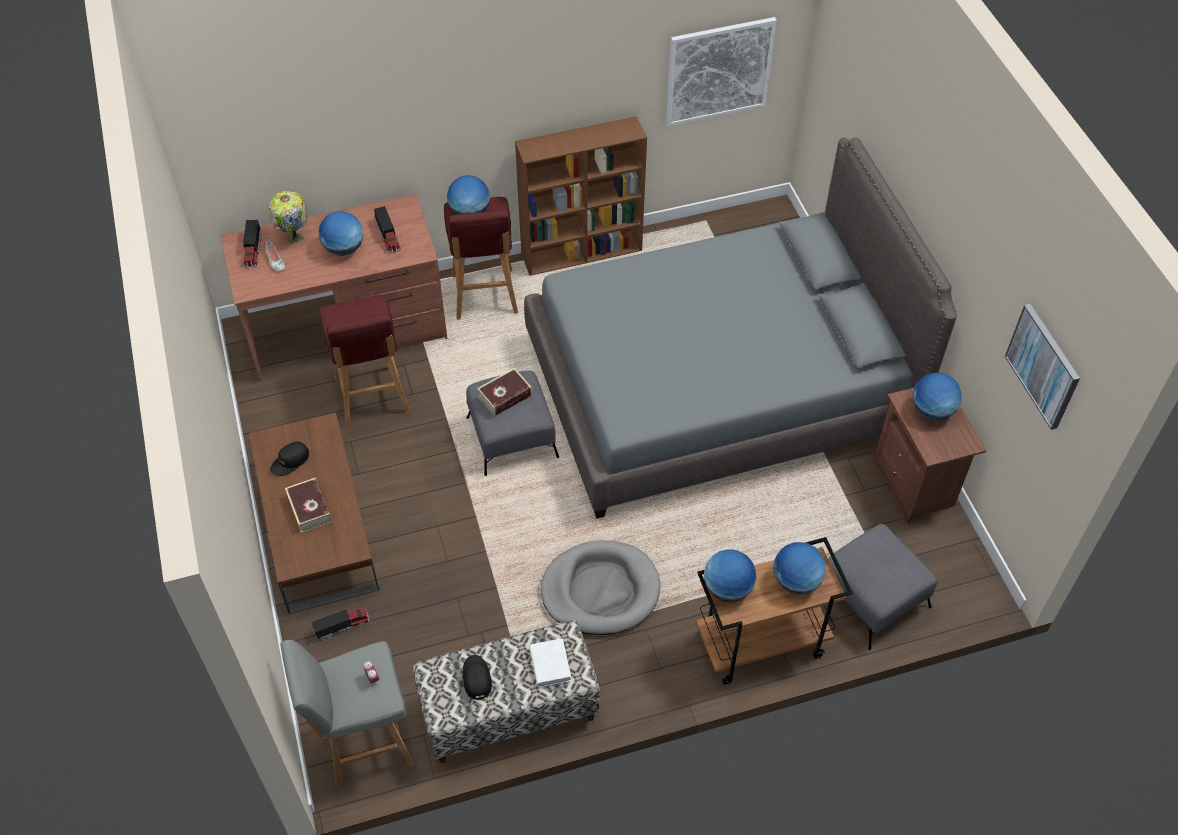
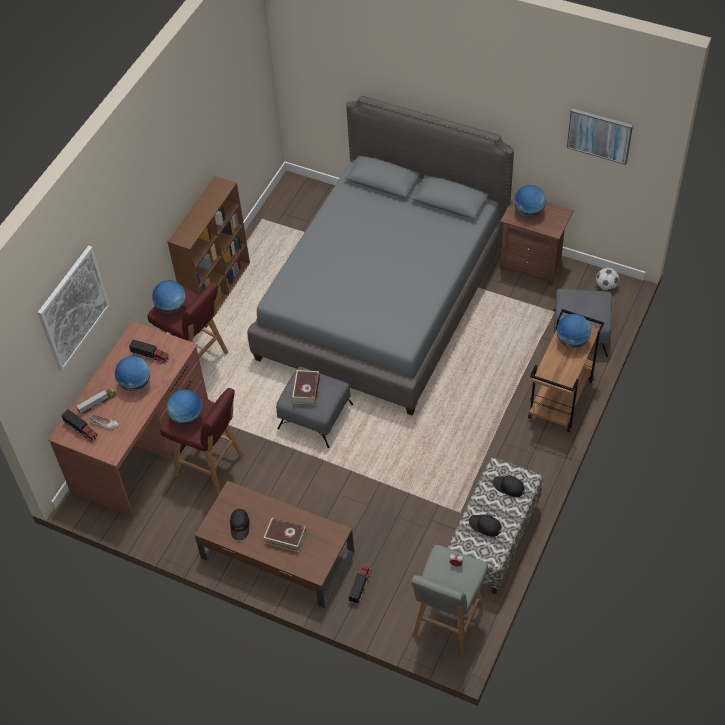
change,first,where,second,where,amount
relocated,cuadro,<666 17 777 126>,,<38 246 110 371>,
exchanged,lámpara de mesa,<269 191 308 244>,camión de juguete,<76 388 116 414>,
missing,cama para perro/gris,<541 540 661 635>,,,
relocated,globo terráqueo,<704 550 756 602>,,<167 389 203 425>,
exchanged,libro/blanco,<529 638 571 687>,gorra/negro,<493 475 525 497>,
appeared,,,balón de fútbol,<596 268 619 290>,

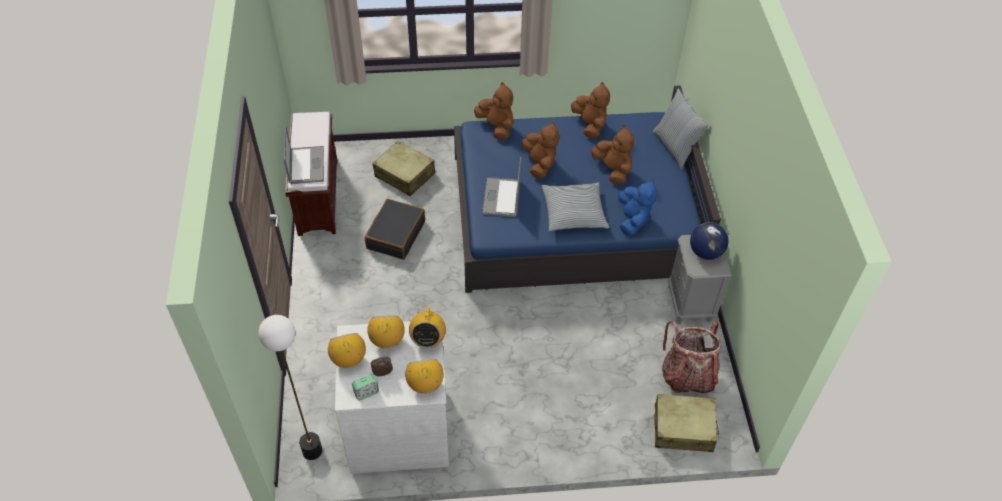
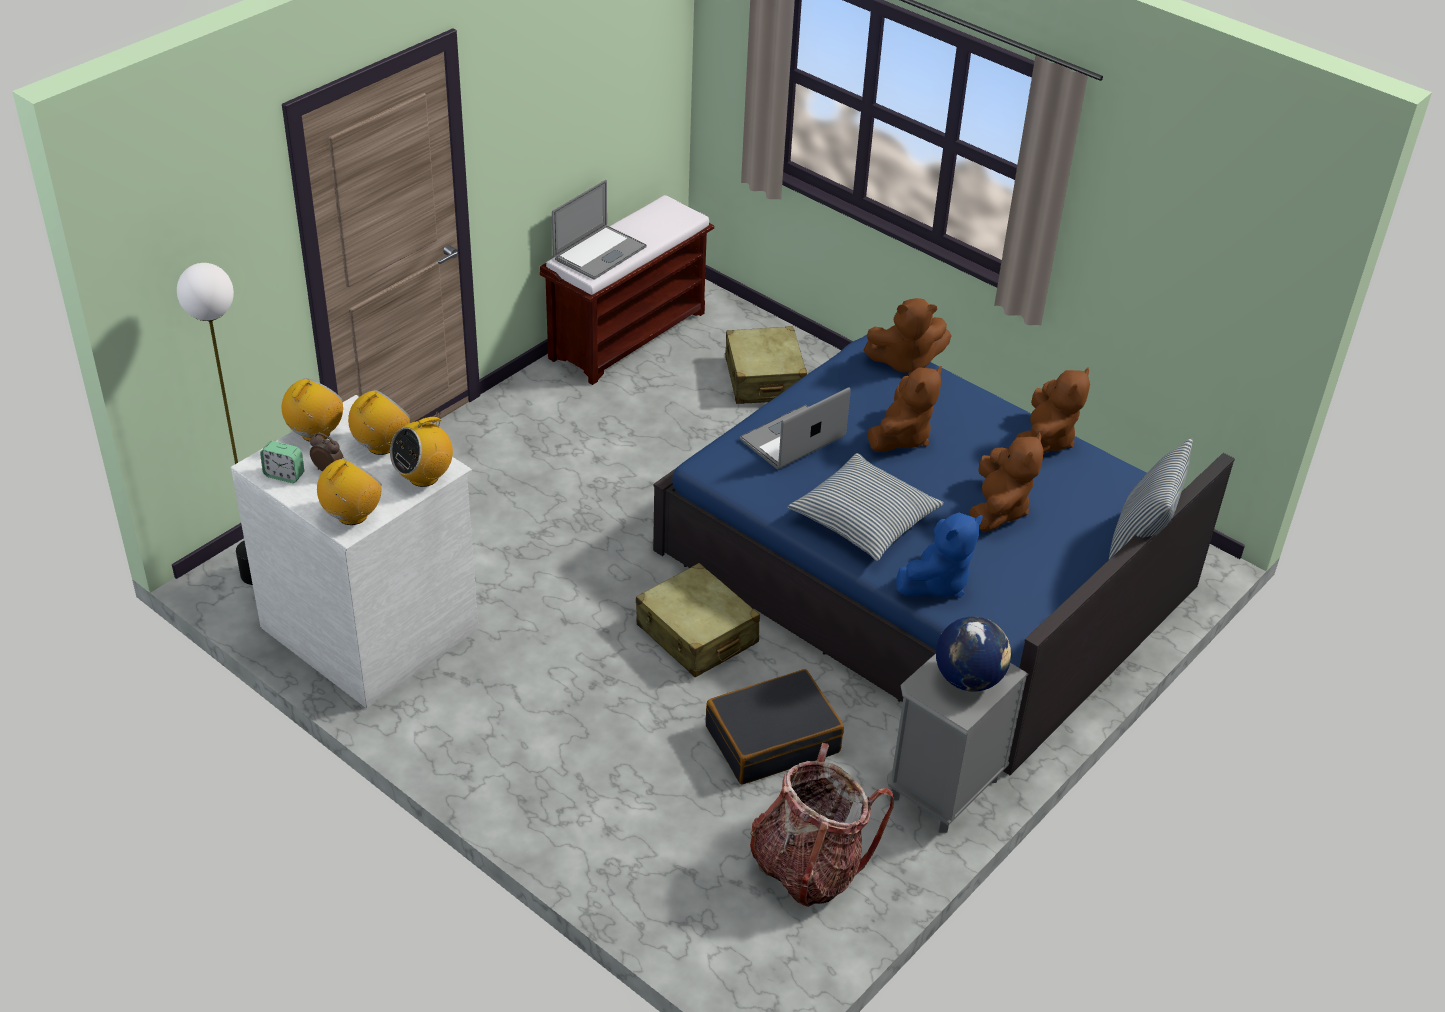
change,first,where,second,where,amount
spun,peluche/marrón,<474 82 514 140>,,<863 298 952 376>,75 degrees clockwise
relocated,maleta/negro,<365 199 425 260>,,<705 669 844 785>,
relocated,maleta/beis,<654 394 719 452>,,<636 563 760 677>,

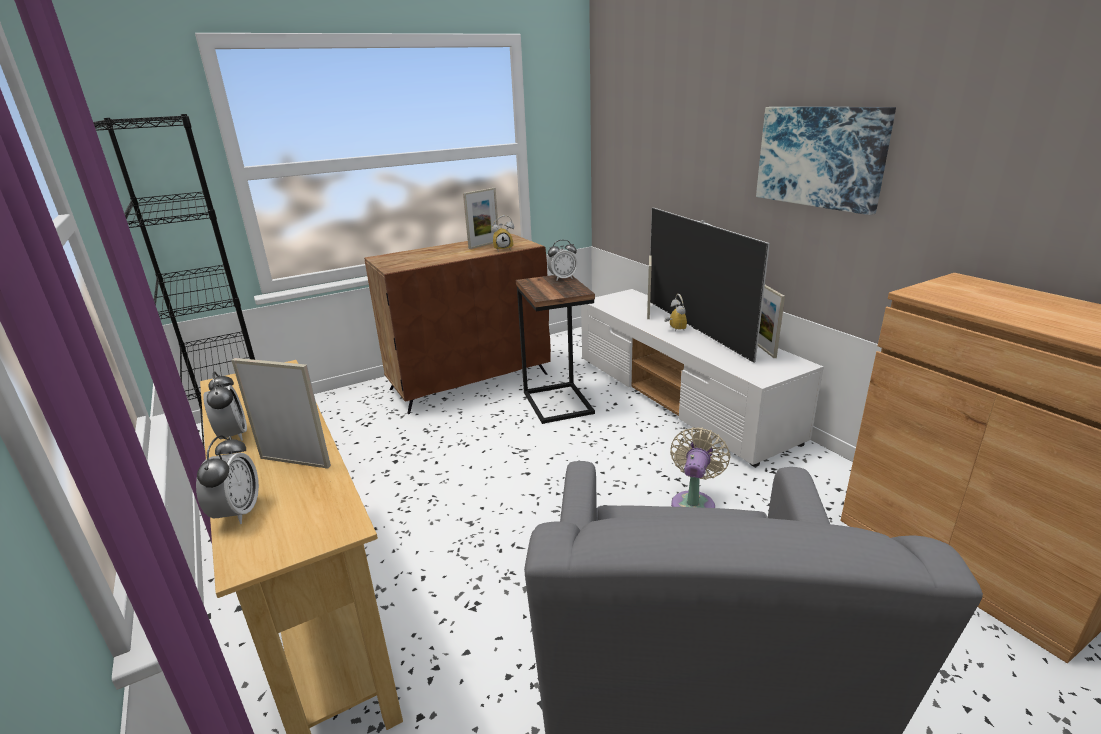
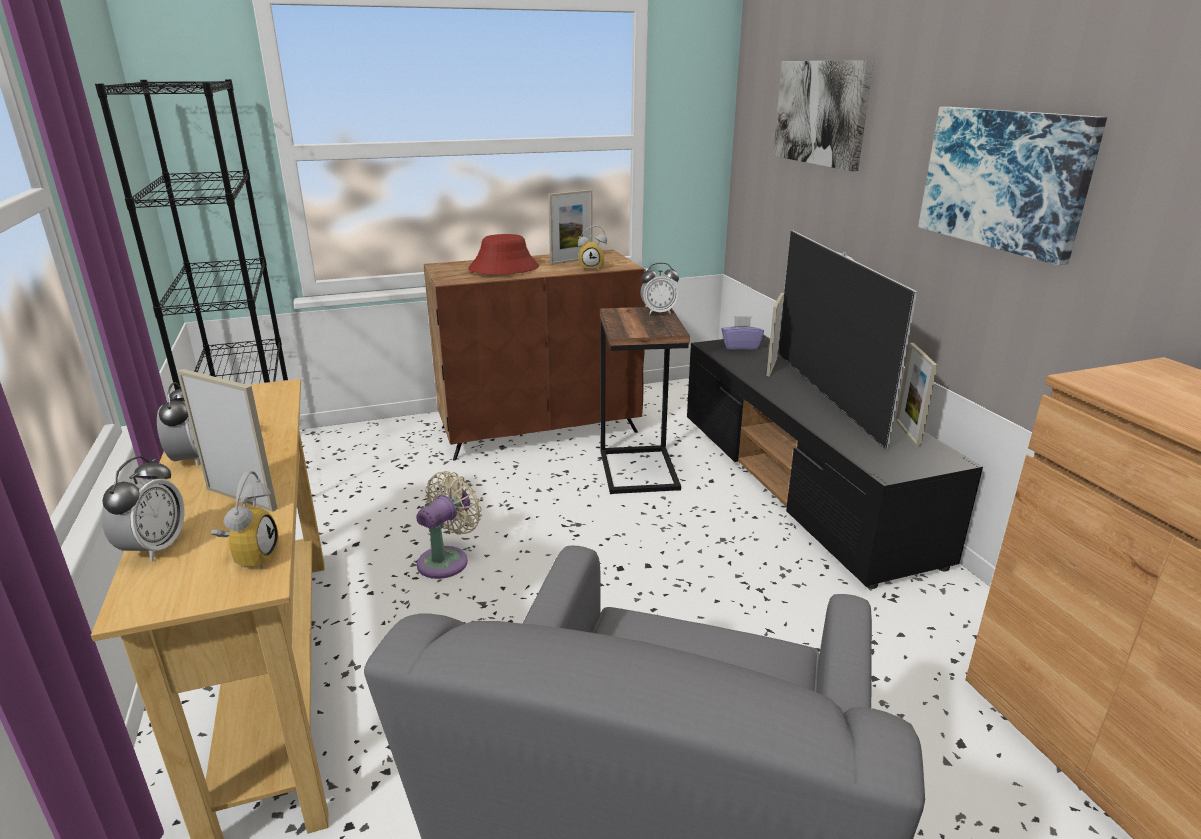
change,first,where,second,where,amount
colour,mueble de televisión/blanco,<581 289 824 467>,mueble de televisión/negro,<687 335 983 589>,
relocated,despertador,<664 294 687 332>,,<211 471 279 569>,
relocated,ventilador/beis,<670 427 730 508>,,<416 471 482 579>,
appeared,,,cuadro,<773 60 874 171>,
appeared,,,sombrero/rojo,<468 234 539 275>,
appeared,,,caja de pañuelos/morado,<721 316 764 350>,

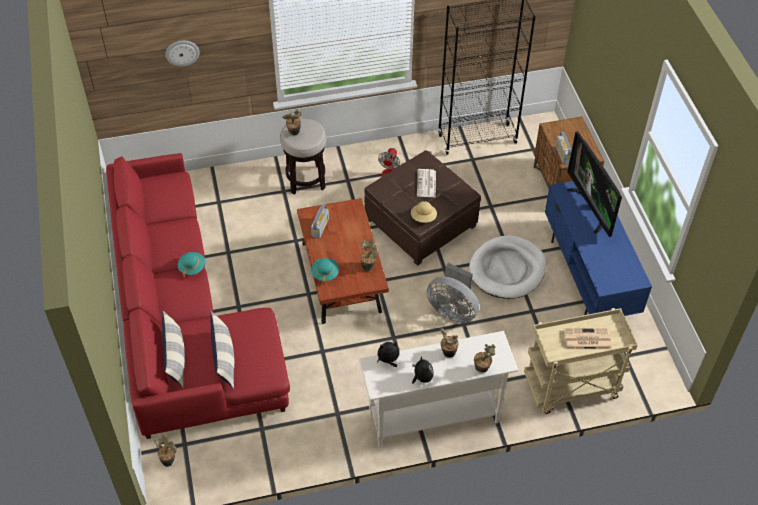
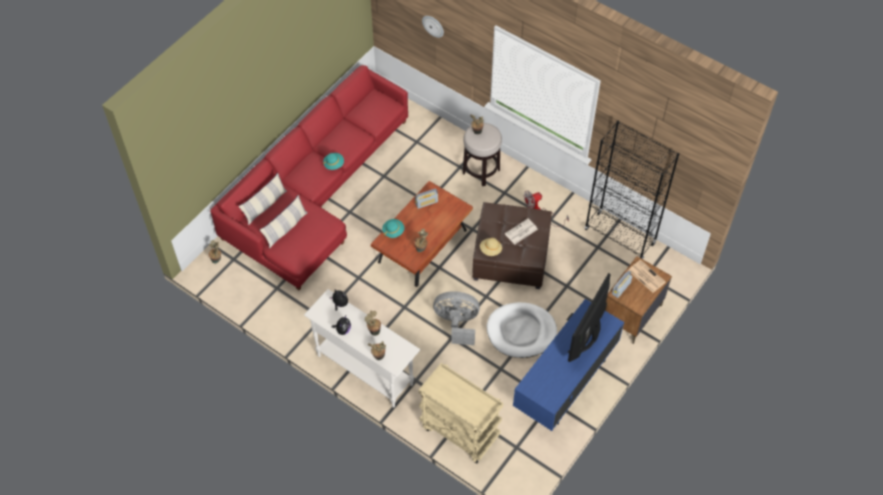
change,first,where,second,where,amount
spun,ventilador/gris,<427 263 479 323>,,<433 291 480 345>,105 degrees clockwise
relocated,periódico,<563 328 612 350>,,<628 260 666 293>,

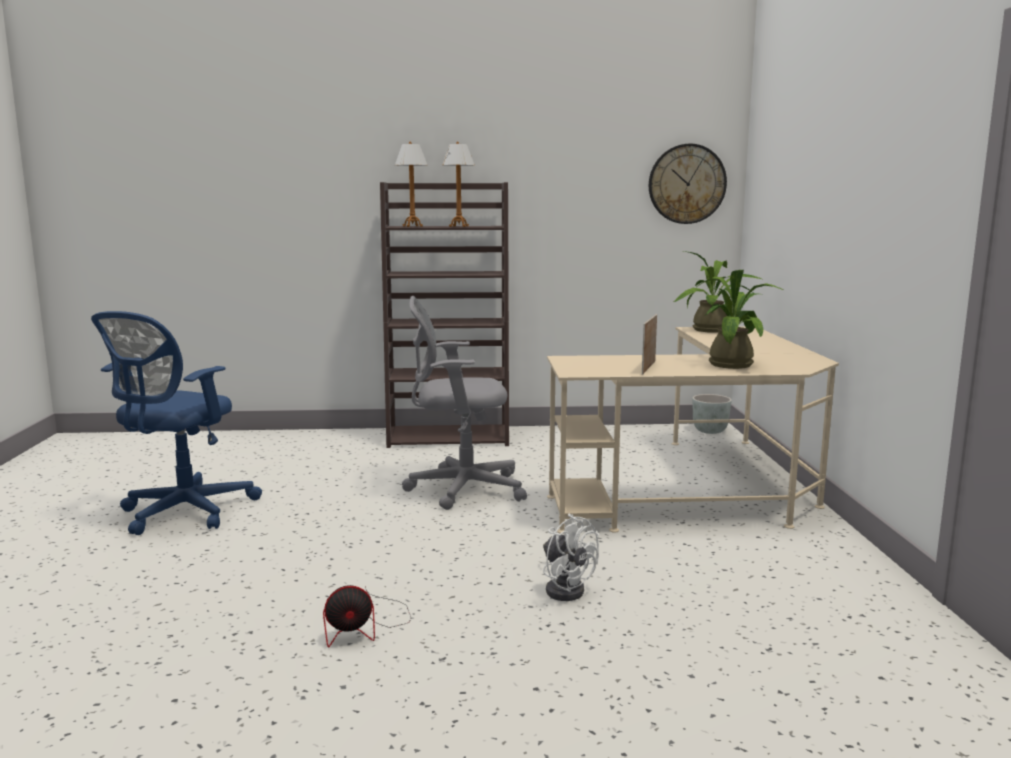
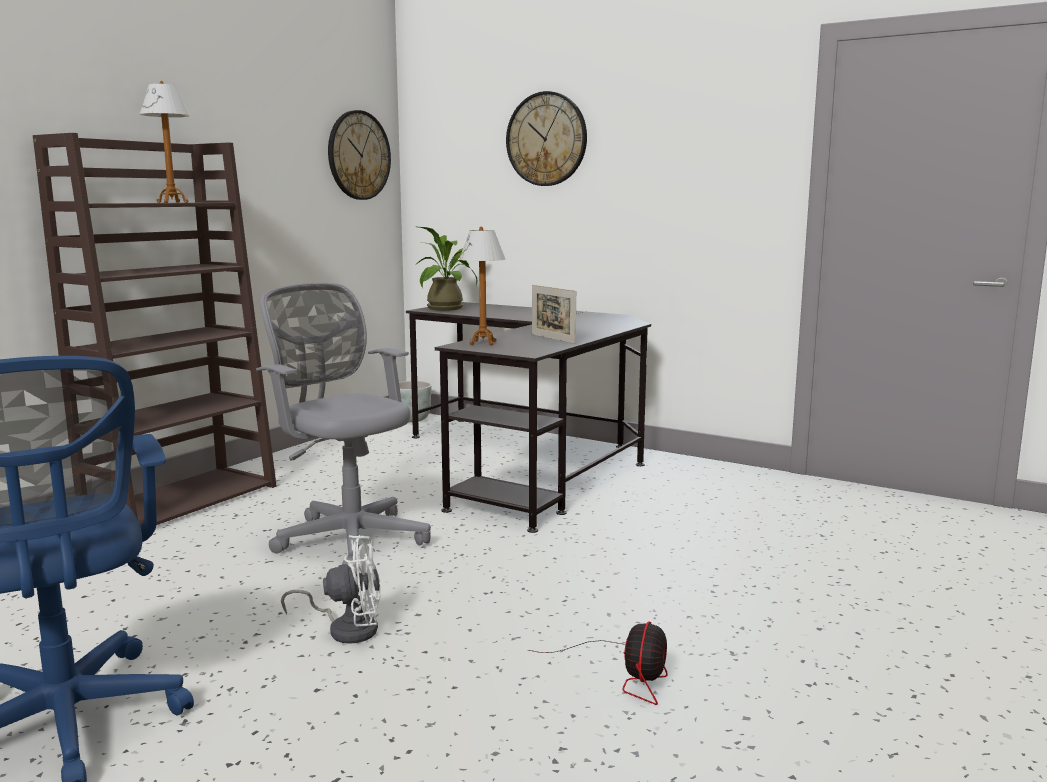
change,first,where,second,where,amount
relocated,lámpara de mesa,<395 142 428 227>,,<459 226 505 345>,
missing,planta en maceta,<698 270 783 369>,,,
spun,silla de oficina/gris,<402 296 527 510>,,<256 282 431 566>,105 degrees clockwise
colour,escritorio/beis,<547 326 839 534>,escritorio/negro,<406 302 651 533>,
relocated,ventilador/blanco,<543 514 599 601>,,<281 535 381 644>,
appeared,,,reloj de pared,<506 91 587 186>,

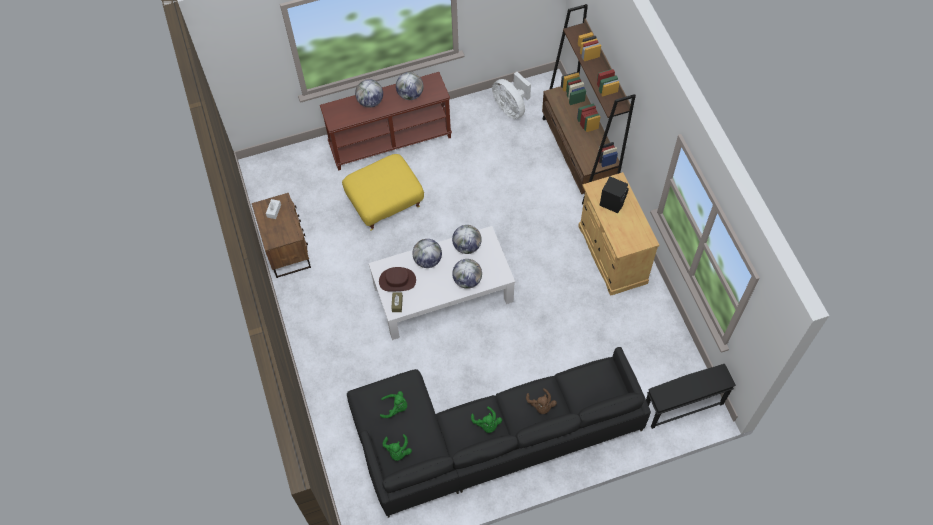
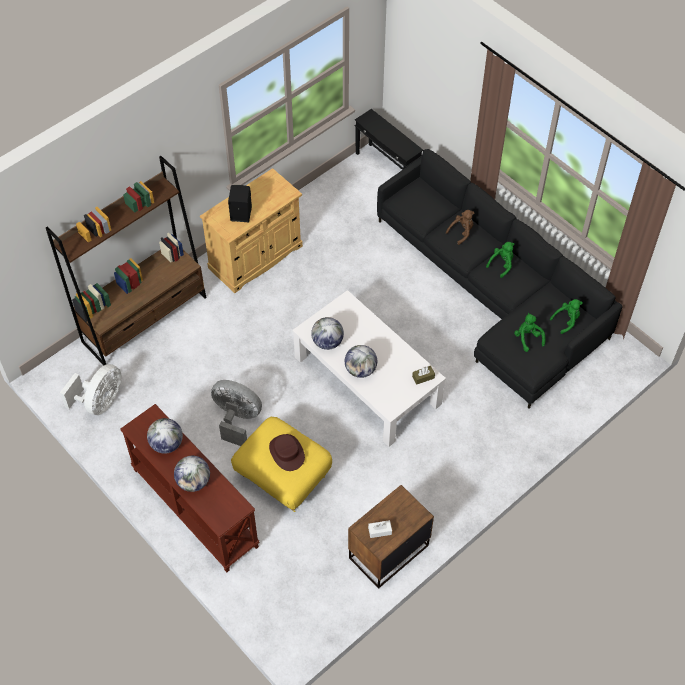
change,first,where,second,where,amount
missing,globo terráqueo,<452 259 482 289>,,,
relocated,sombrero/marrón,<379 267 416 292>,,<269 434 305 471>,
appeared,,,ventilador/gris,<211 380 262 446>,

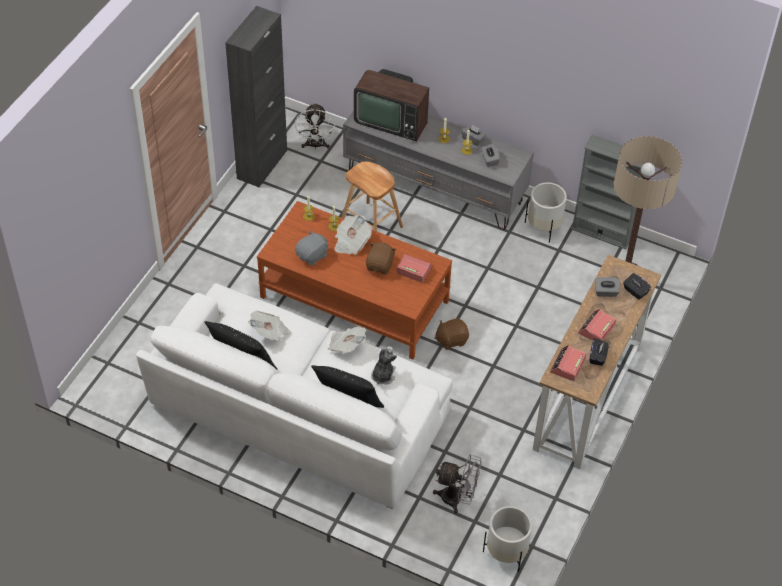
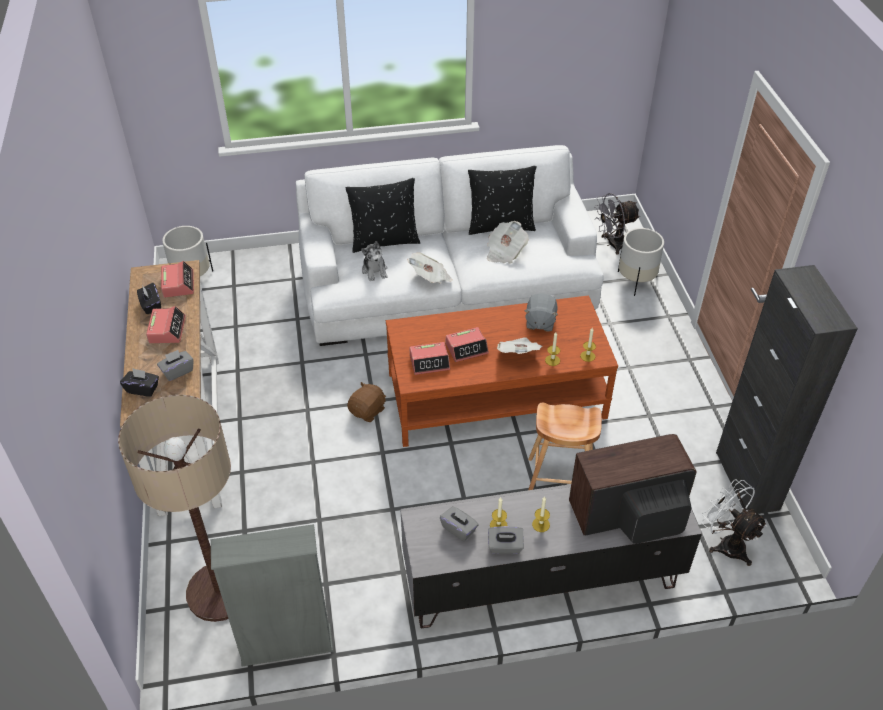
change,first,where,second,where,amount
relocated,maceta/blanco,<525 182 567 243>,,<618 228 664 296>,
exchanged,peluche/marrón,<366 243 397 274>,despertador,<446 327 489 362>,
relocated,ventilador/gris,<433 454 482 514>,,<594 193 640 255>,

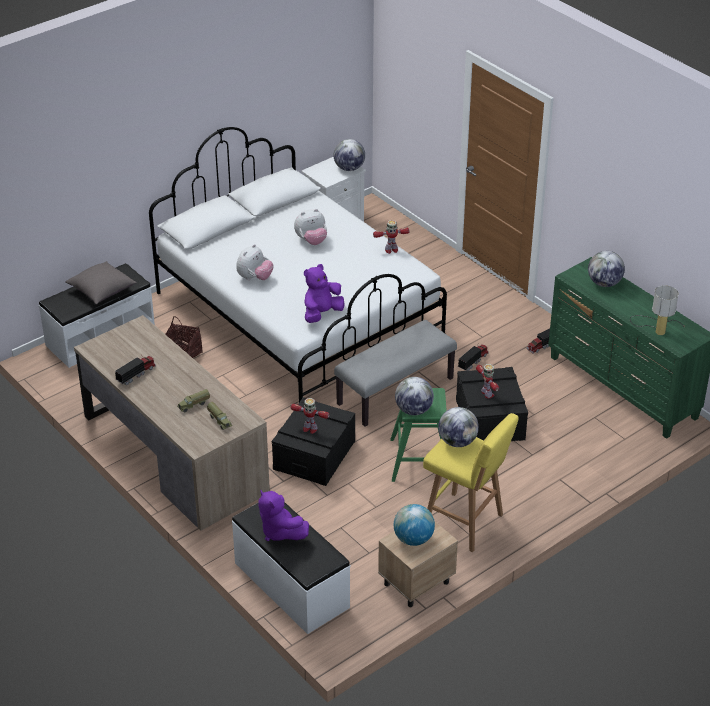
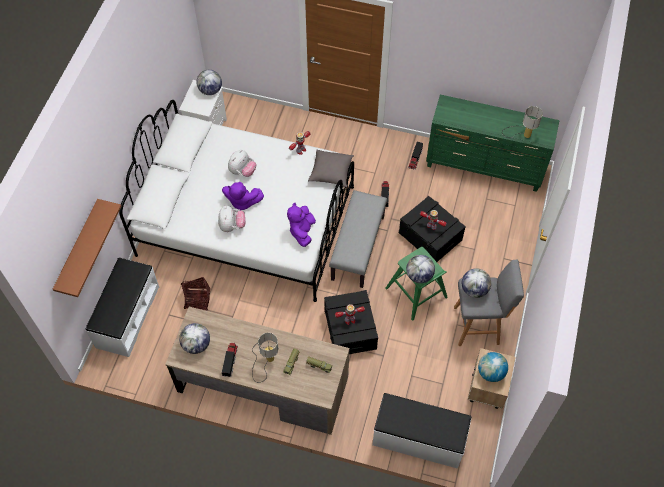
change,first,where,second,where,amount
relocated,globo terráqueo,<588 251 625 287>,,<179 323 210 354>,
relocated,cojín/gris,<65 261 137 304>,,<308 150 354 187>,
colour,taburete/amarillo,<423 413 519 552>,taburete/gris,<454 260 524 346>,
relocated,peluche/morado,<258 490 309 541>,,<222 182 264 210>,
appeared,,,estante/marrón,<53 199 121 297>,
appeared,,,lámpara de mesa,<252 333 279 383>,

